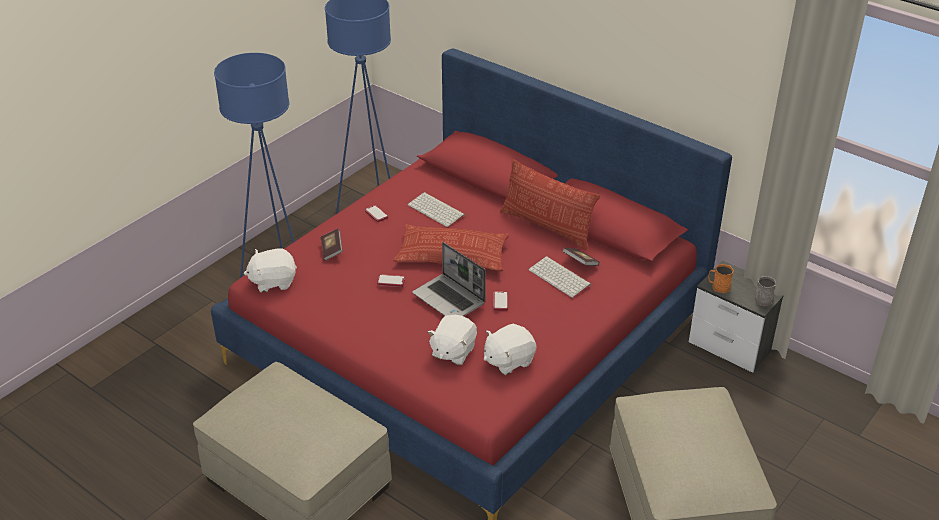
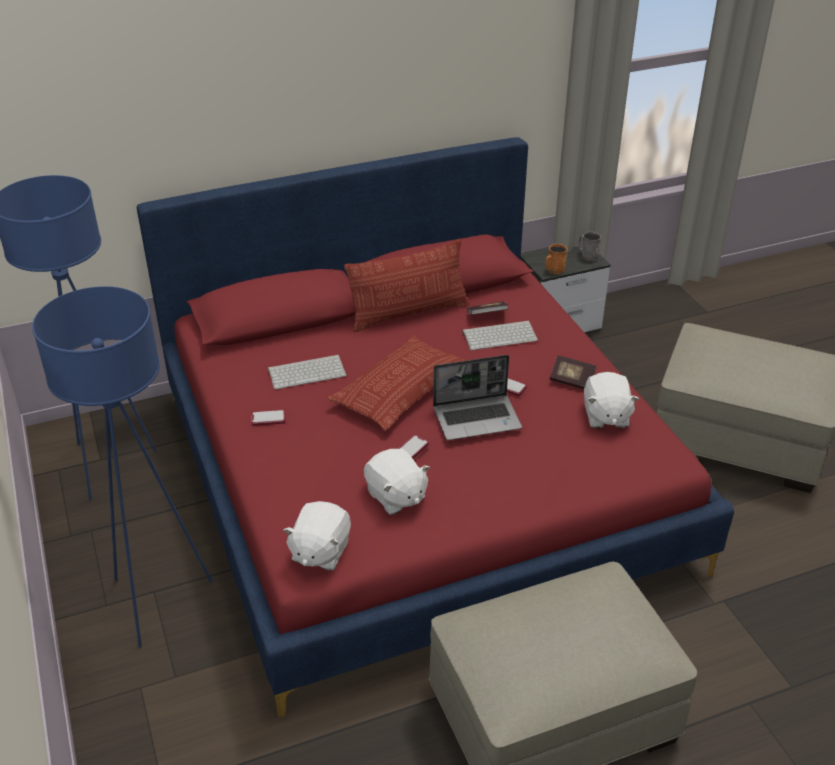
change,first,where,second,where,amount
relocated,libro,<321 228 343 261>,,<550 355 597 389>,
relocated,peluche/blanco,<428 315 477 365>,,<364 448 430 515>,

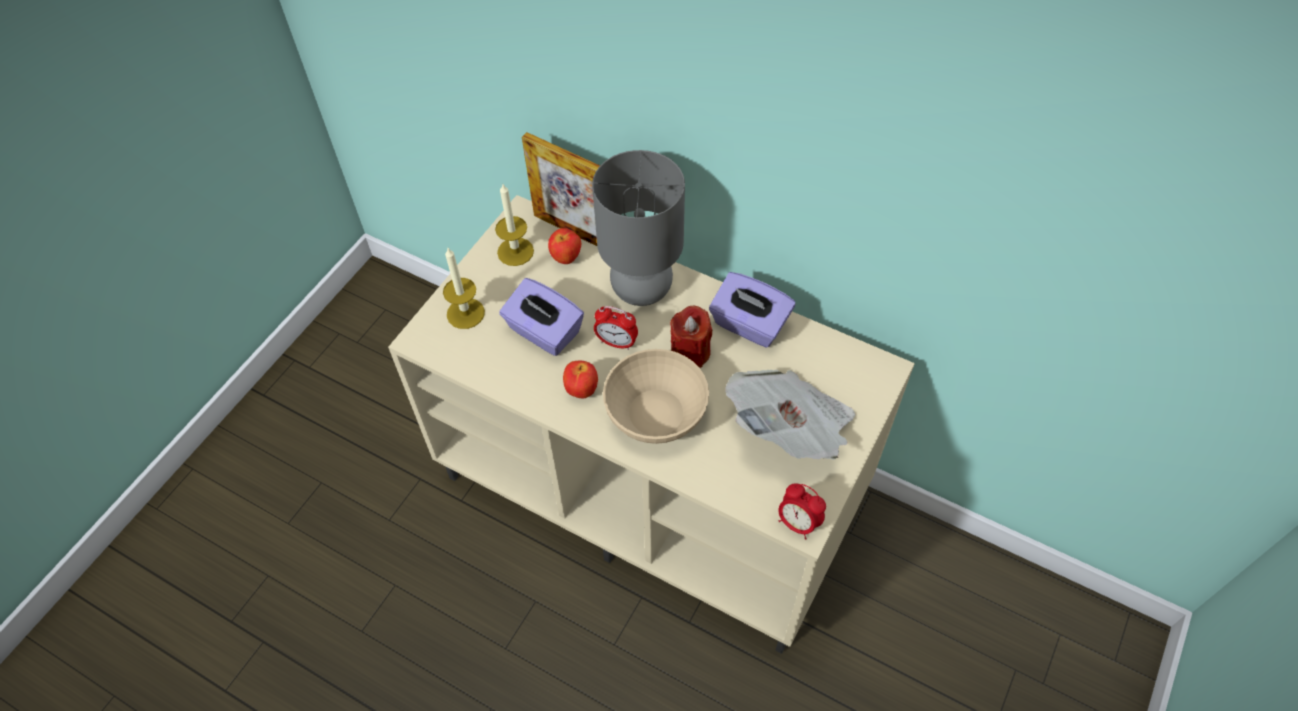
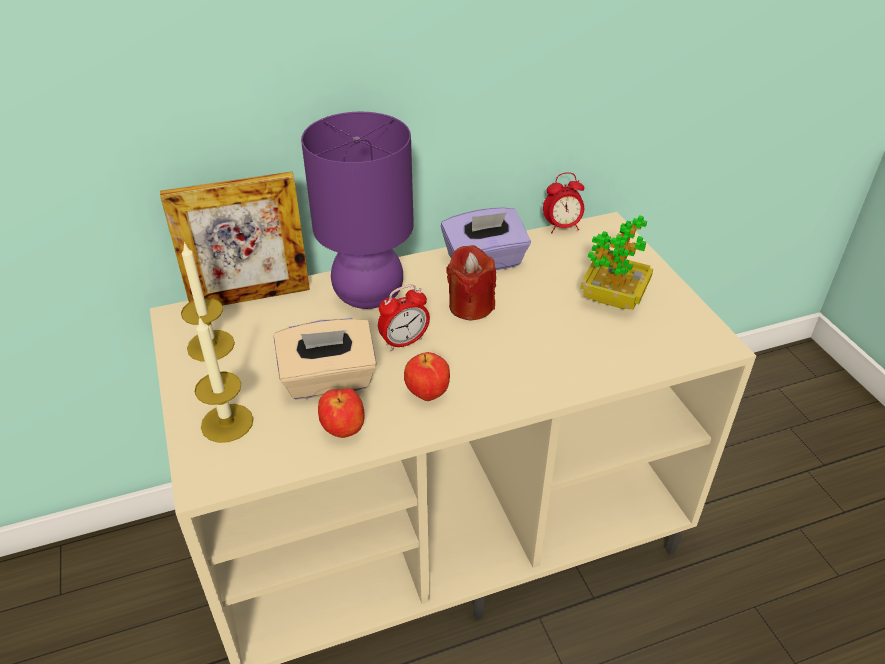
change,first,where,second,where,amount
colour,lámpara de mesa/gris,<592 150 685 306>,lámpara de mesa/morado,<301 112 414 309>,
relocated,manzana,<548 228 581 264>,,<318 388 365 438>,
colour,caja de pañuelos/morado,<499 278 584 356>,caja de pañuelos/beis,<274 318 377 400>,
missing,cuenco/beis,<603 349 709 444>,,,
exchanged,periódico,<725 370 855 460>,planta en maceta,<580 215 653 310>,
relocated,despertador,<778 483 826 540>,,<543 172 584 233>,

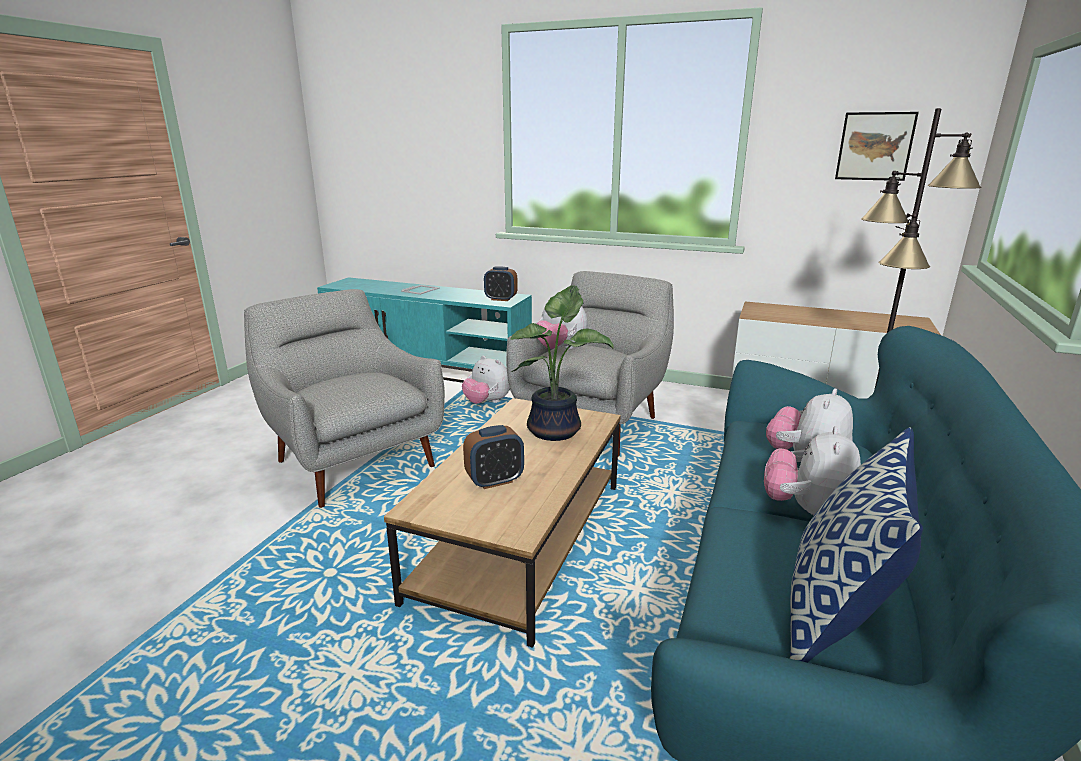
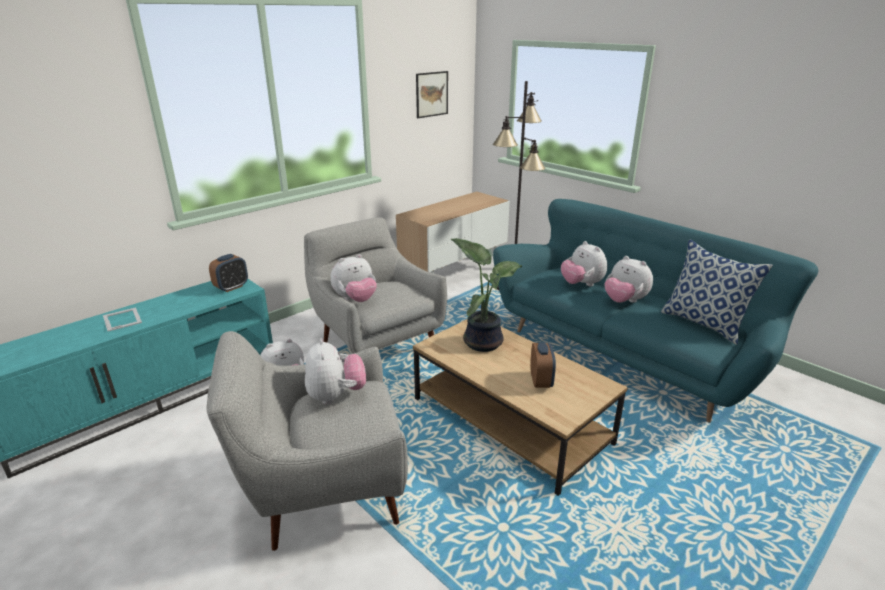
change,first,where,second,where,amount
appeared,,,peluche,<305 338 366 404>,

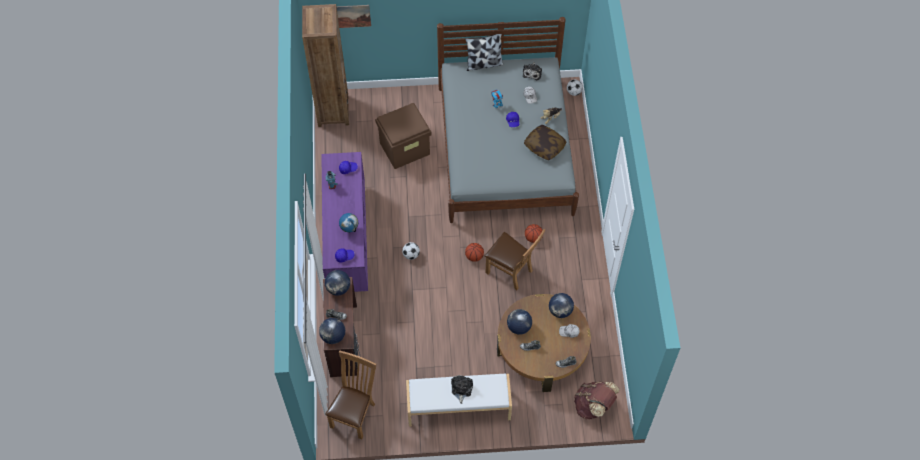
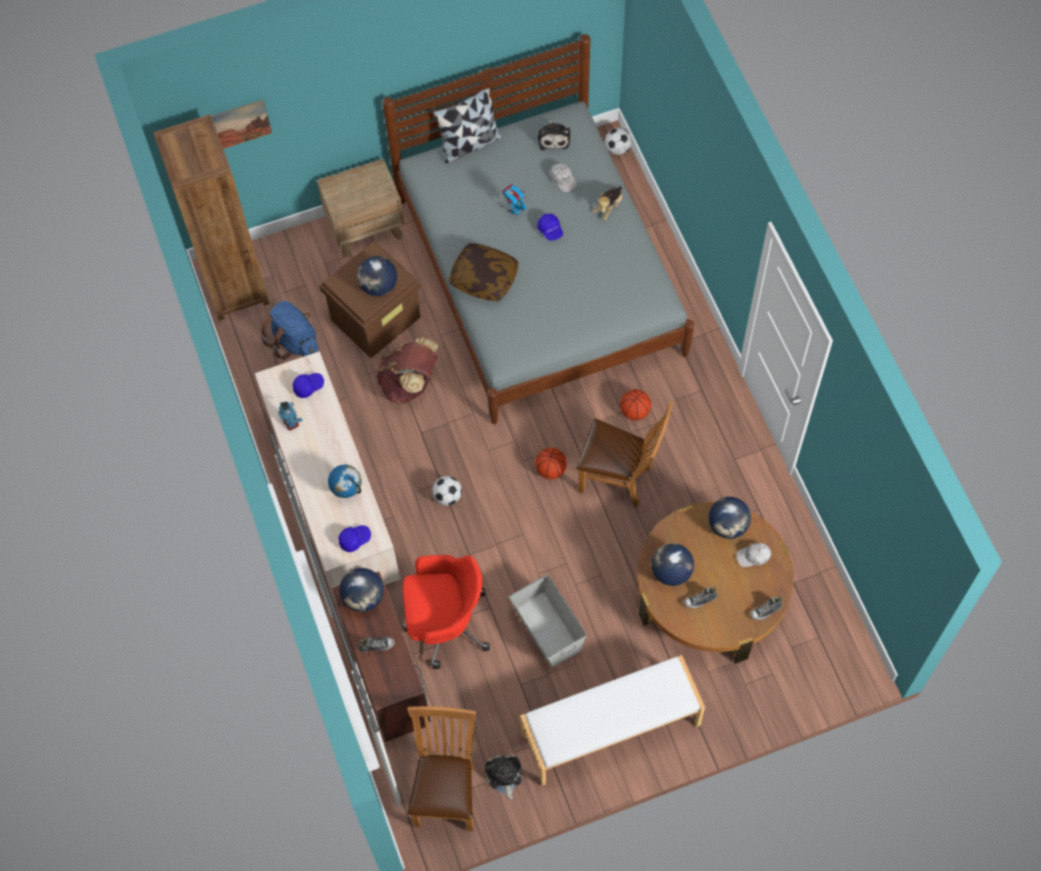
change,first,where,second,where,amount
relocated,cojín,<524 125 567 160>,,<449 243 518 301>,
colour,cómoda/morado,<321 152 368 292>,cómoda/beis,<255 351 400 603>,
relocated,globo terráqueo,<319 318 345 344>,,<357 256 397 296>,
relocated,peluche,<451 375 473 404>,,<485 756 522 801>,
relocated,mochila/marrón,<574 381 620 420>,,<376 337 439 404>,
appeared,,,mesita de noche/marrón,<317 158 404 257>,
appeared,,,mochila/azul,<260 301 318 360>,
appeared,,,silla de oficina/rojo,<403 555 490 669>,
appeared,,,caja de almacenaje/gris,<509 575 586 668>,

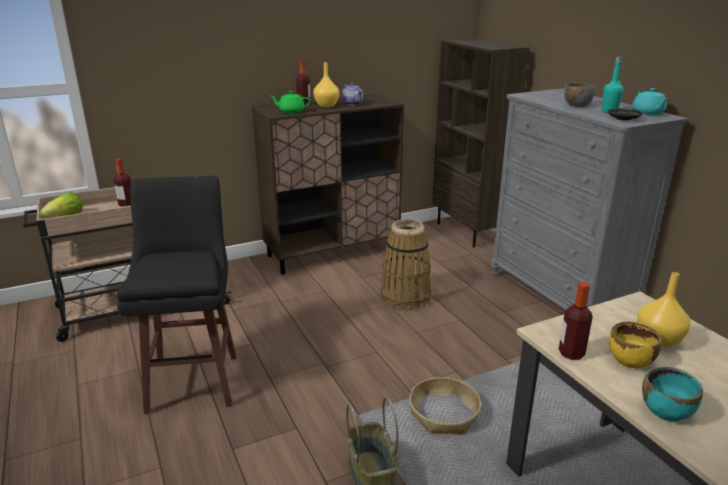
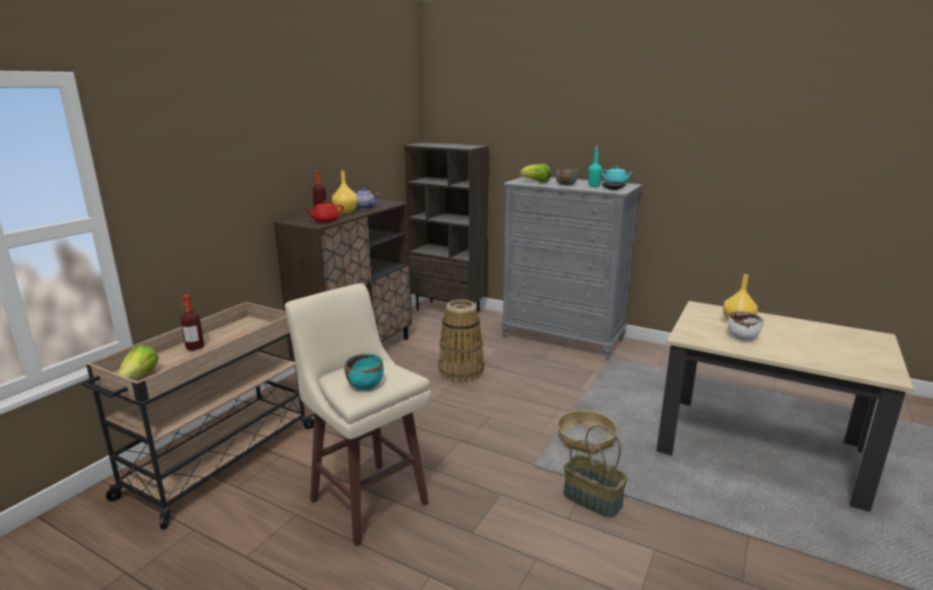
change,first,where,second,where,amount
colour,tetera/verde,<271 91 311 113>,tetera/rojo,<303 201 344 222>,
colour,taburete/negro,<117 176 236 414>,taburete/beis,<285 283 431 547>,
missing,botella,<559 282 593 360>,,,
colour,cuenco/amarillo,<609 321 662 368>,cuenco/blanco,<728 312 763 341>,
relocated,cuenco/turquesa,<642 367 703 422>,,<344 354 384 390>,
appeared,,,lechuga,<520 164 551 183>,

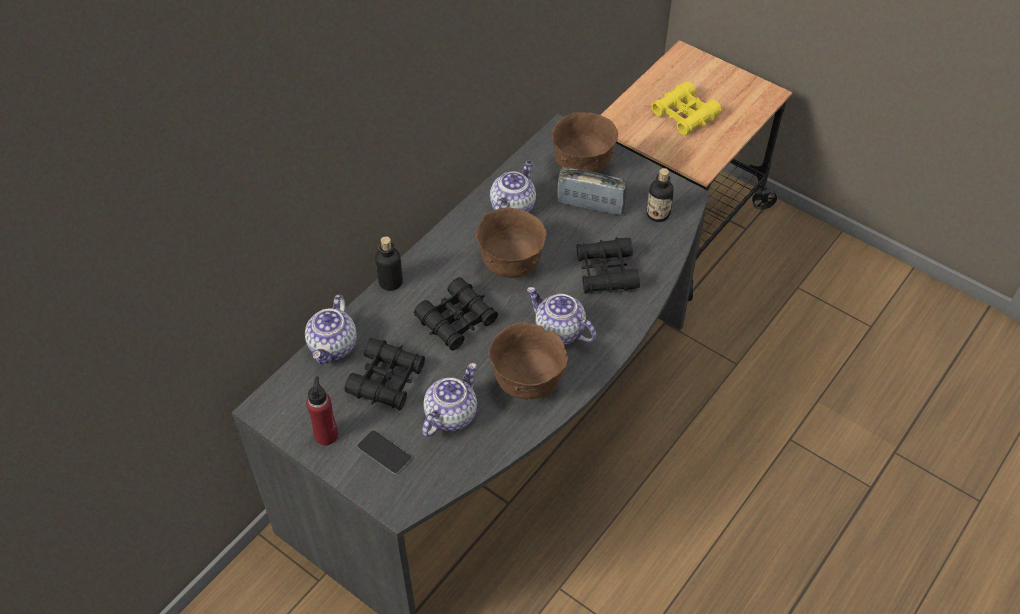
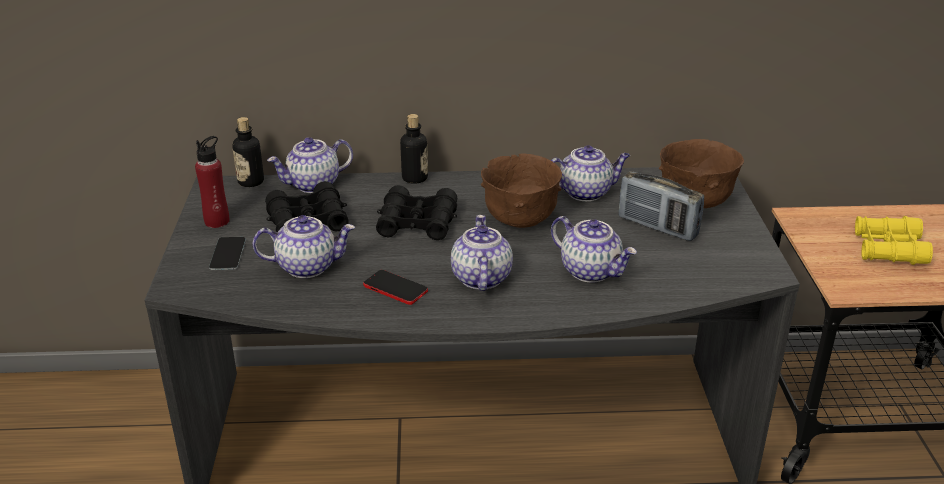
change,first,where,second,where,amount
spun,radio,<557 167 627 215>,,<619 171 704 241>,150 degrees clockwise
relocated,botella,<647 168 674 222>,,<232 117 264 187>,
exchanged,prismáticos/negro,<576 237 640 294>,tetera,<551 216 637 283>,
exchanged,cuenco/marrón,<489 323 568 399>,móvil,<363 270 428 305>,

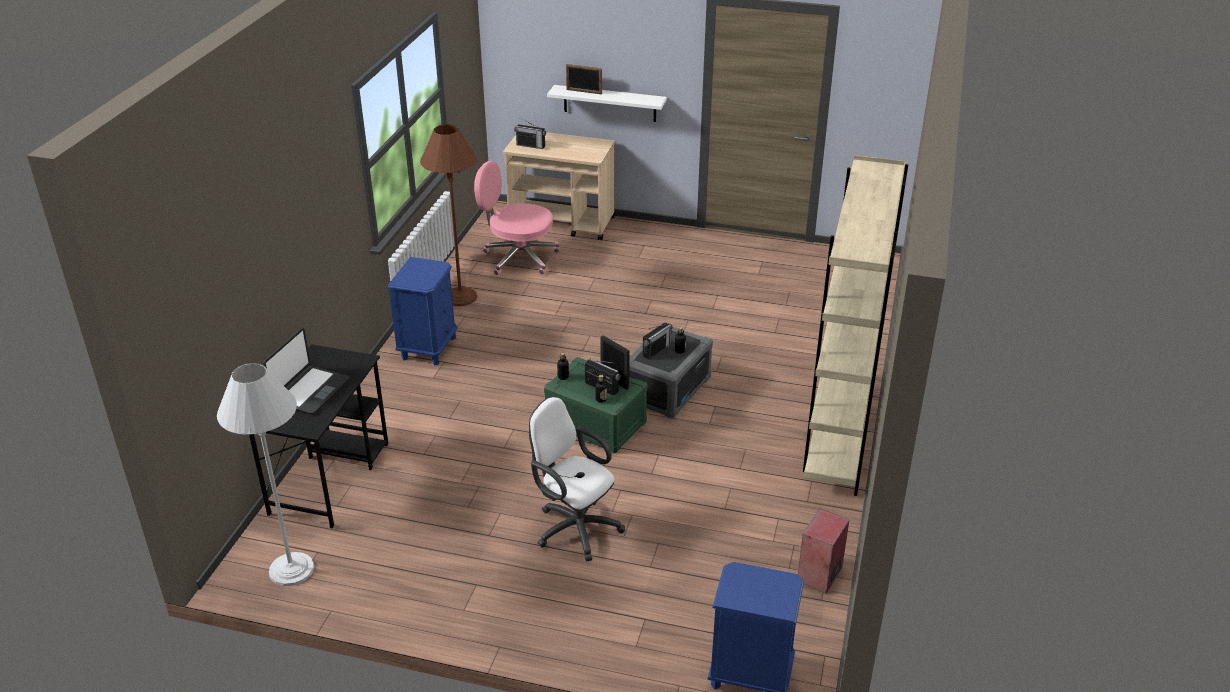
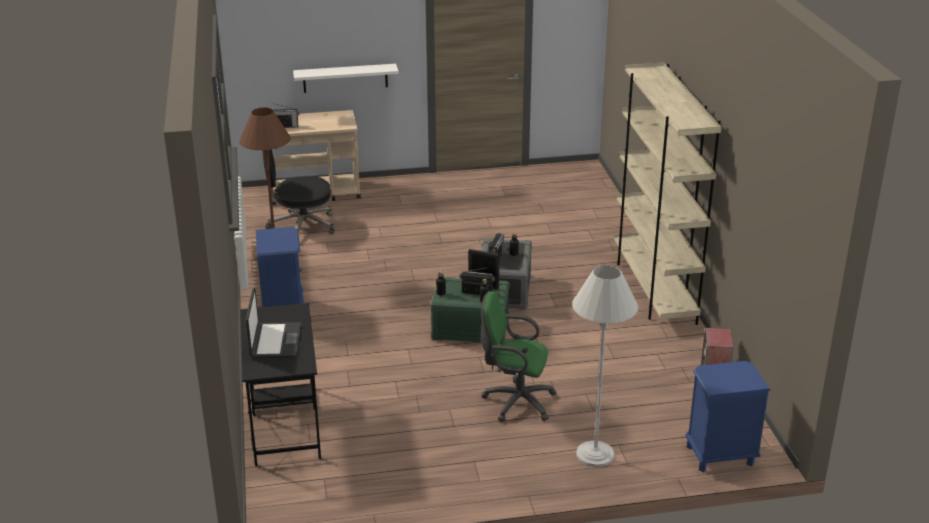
change,first,where,second,where,amount
missing,portarretratos,<566 64 602 95>,,,
colour,silla de oficina/rosa,<474 161 559 275>,silla de oficina/negro,<262 149 335 234>,
relocated,lámpara de pie/blanco,<217 363 314 586>,,<572 265 638 467>,
colour,silla de oficina/blanco,<529 397 625 561>,silla de oficina/verde,<481 291 557 422>,

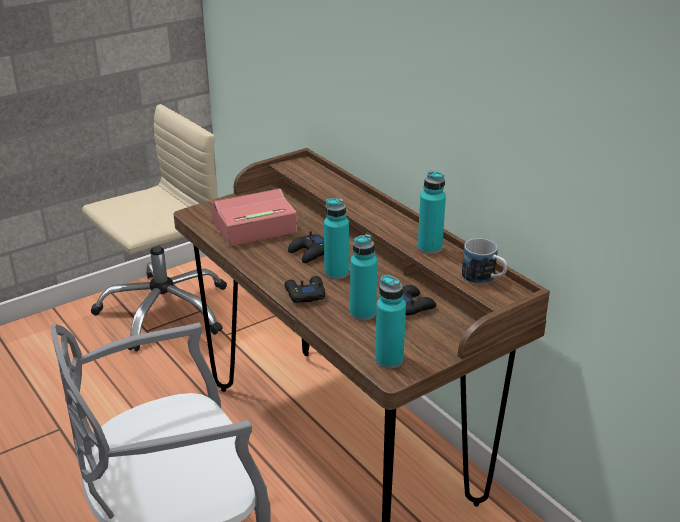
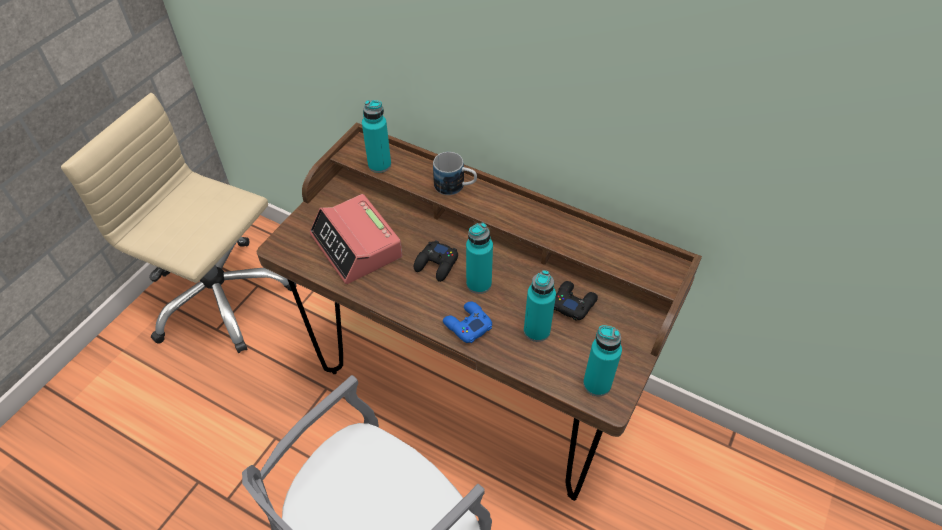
change,first,where,second,where,amount
spun,silla de oficina/beis,<82 104 227 351>,,<61 93 296 353>,90 degrees counterclockwise
relocated,botella/turquesa,<418 170 446 254>,,<362 100 391 173>,
spun,despertador,<211 189 297 246>,,<310 194 403 284>,75 degrees counterclockwise
relocated,taza grande,<462 238 507 284>,,<433 152 477 195>,
colour,mando de consola/negro,<284 276 325 303>,mando de consola/azul,<443 301 492 343>,

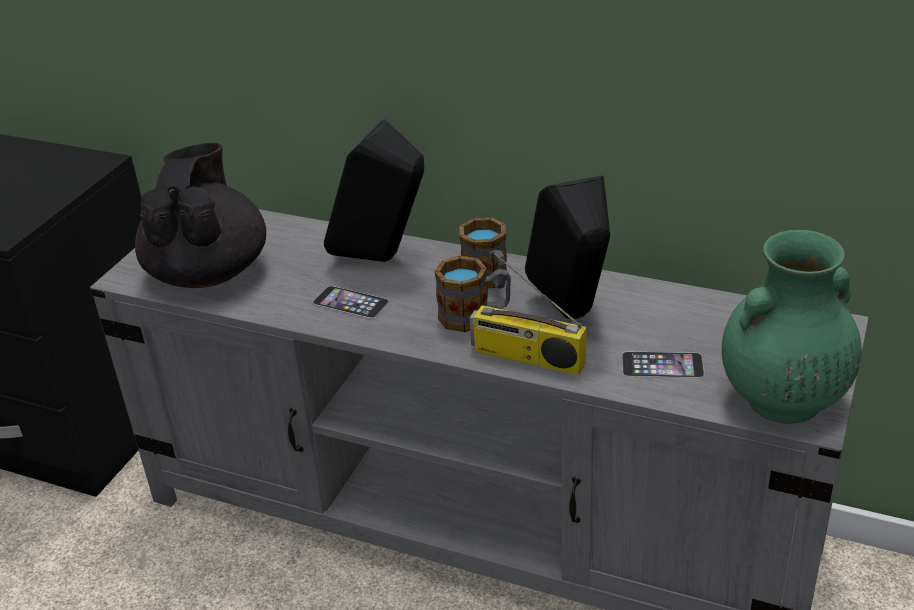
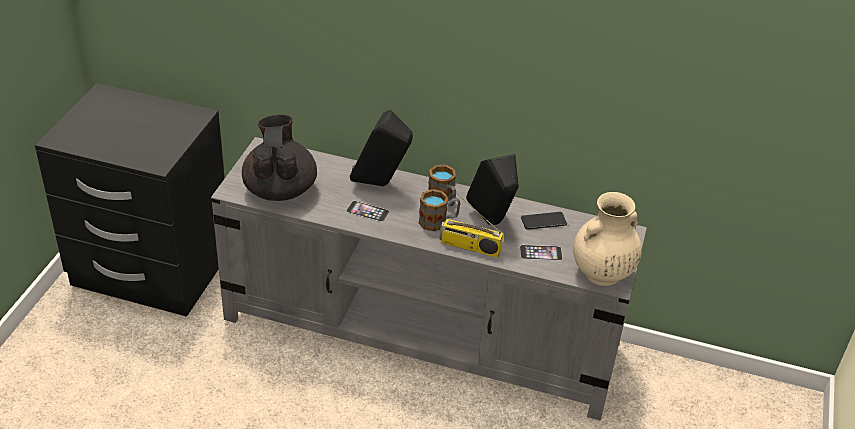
change,first,where,second,where,amount
colour,florero/verde,<722 230 862 424>,florero/beis,<573 192 642 286>,
appeared,,,móvil,<521 212 567 230>,

